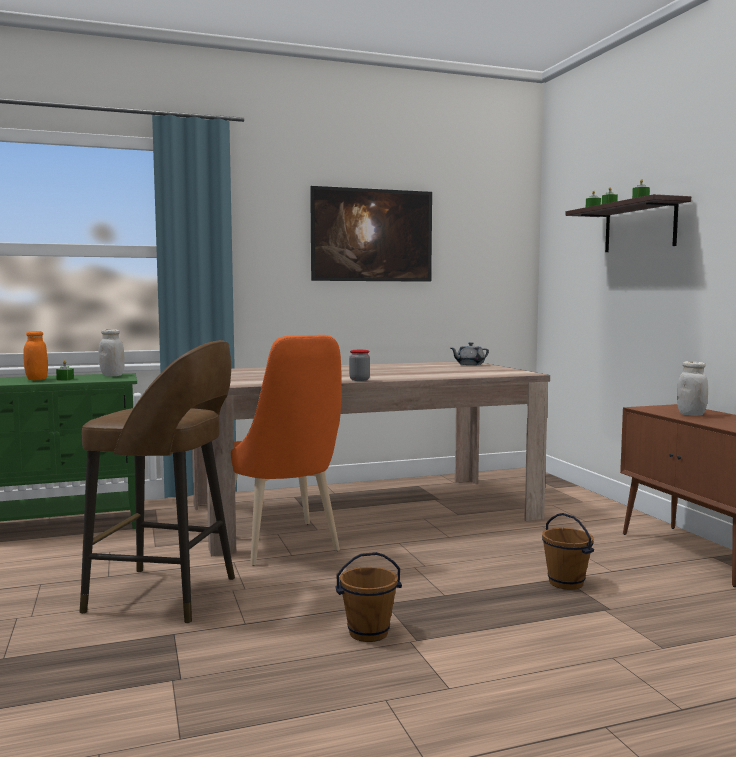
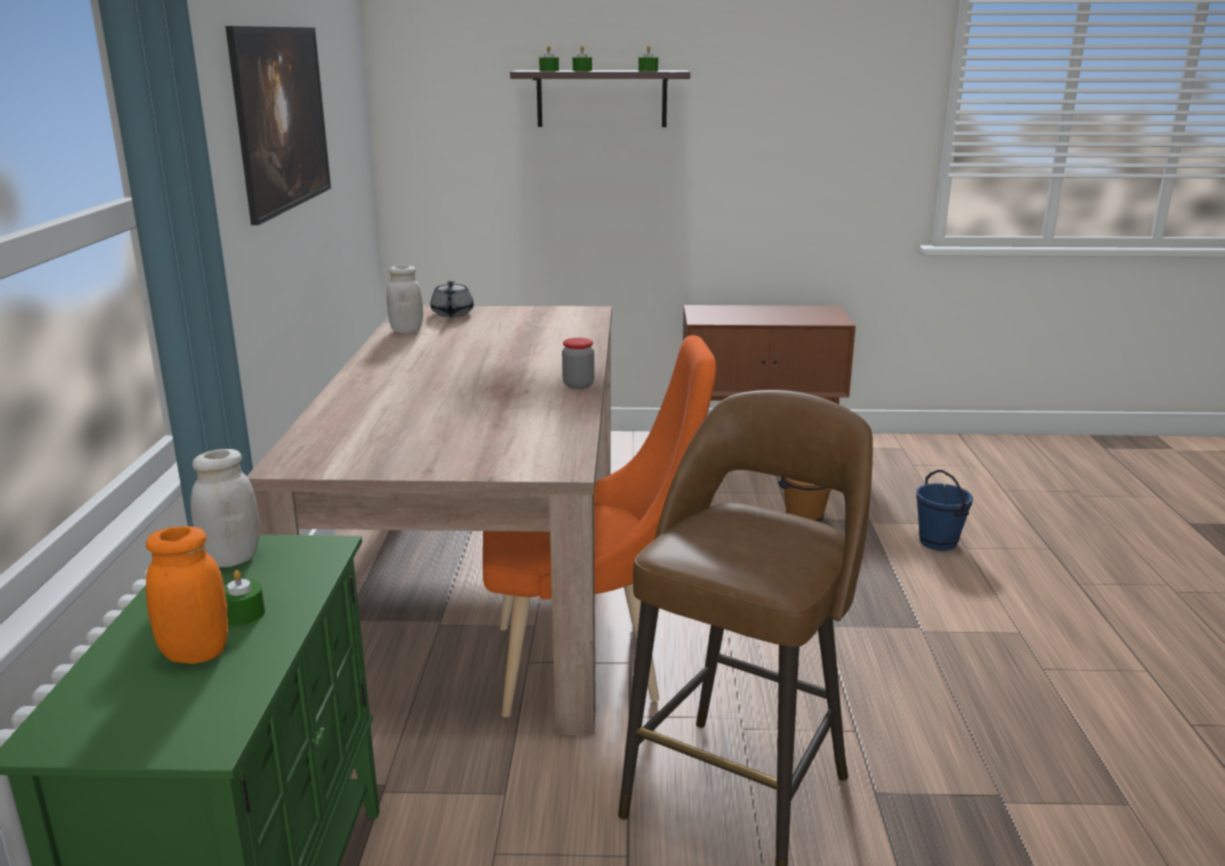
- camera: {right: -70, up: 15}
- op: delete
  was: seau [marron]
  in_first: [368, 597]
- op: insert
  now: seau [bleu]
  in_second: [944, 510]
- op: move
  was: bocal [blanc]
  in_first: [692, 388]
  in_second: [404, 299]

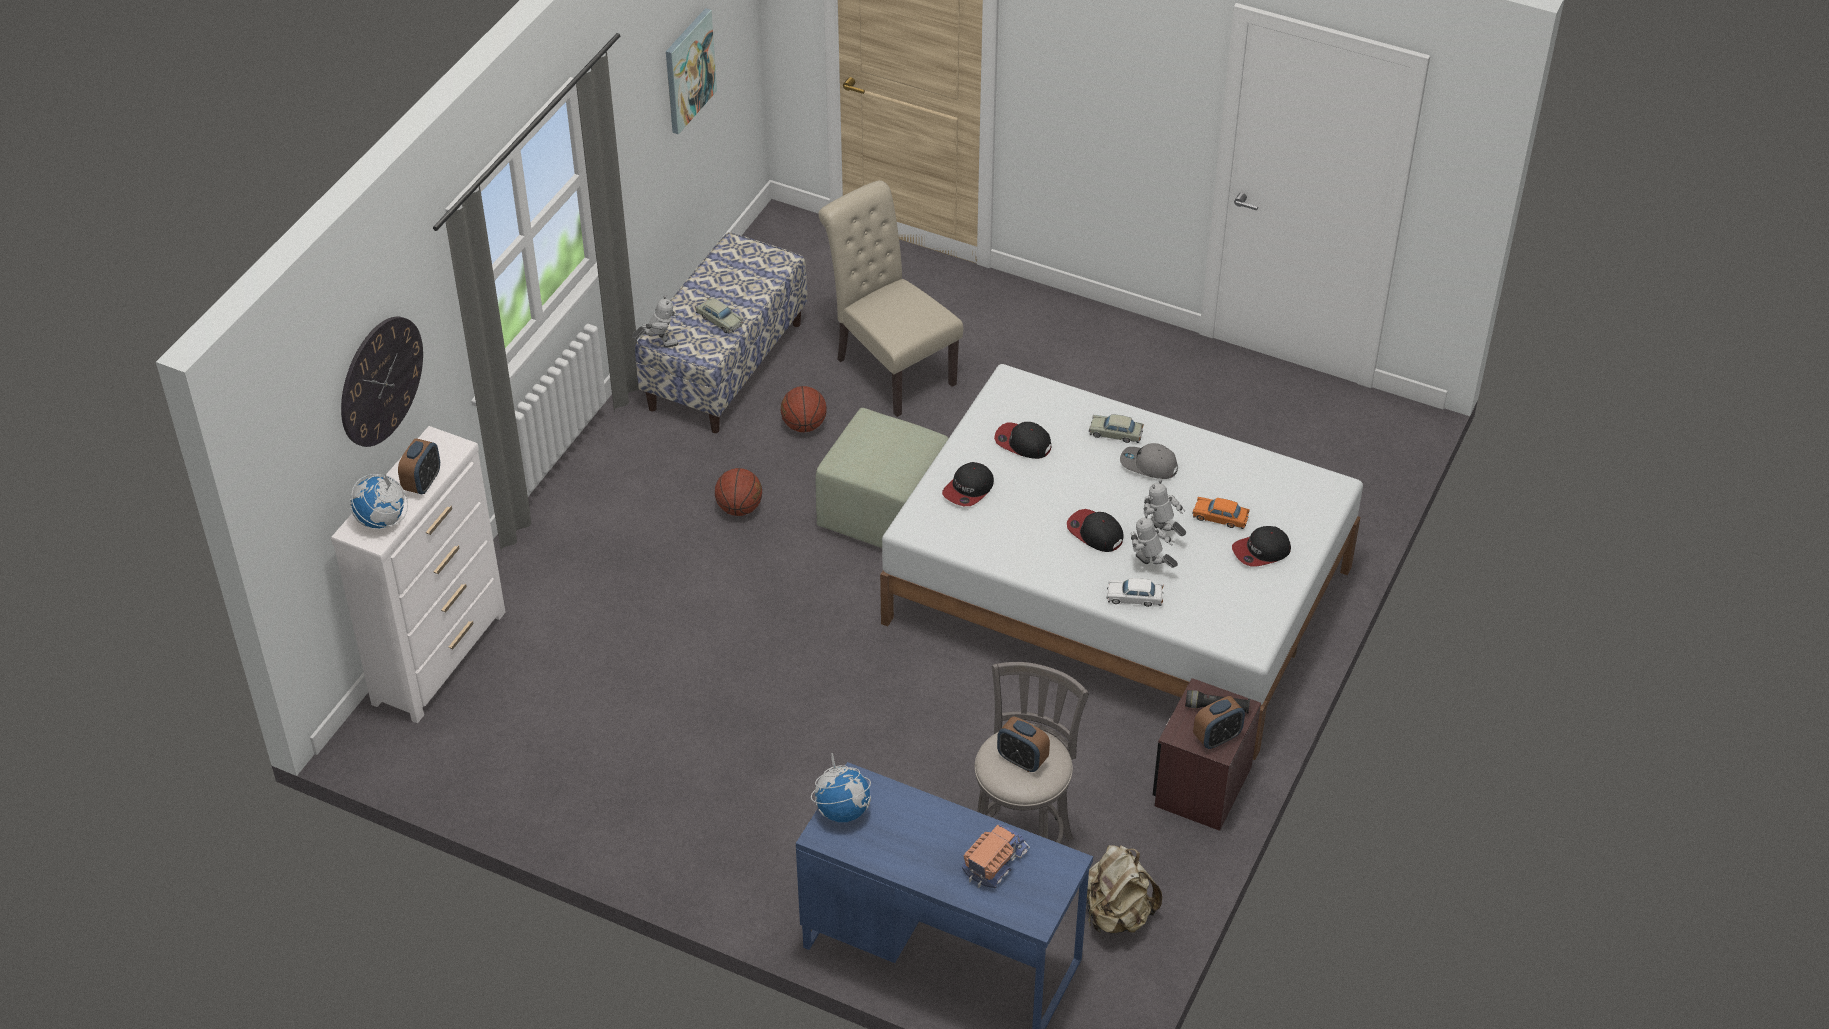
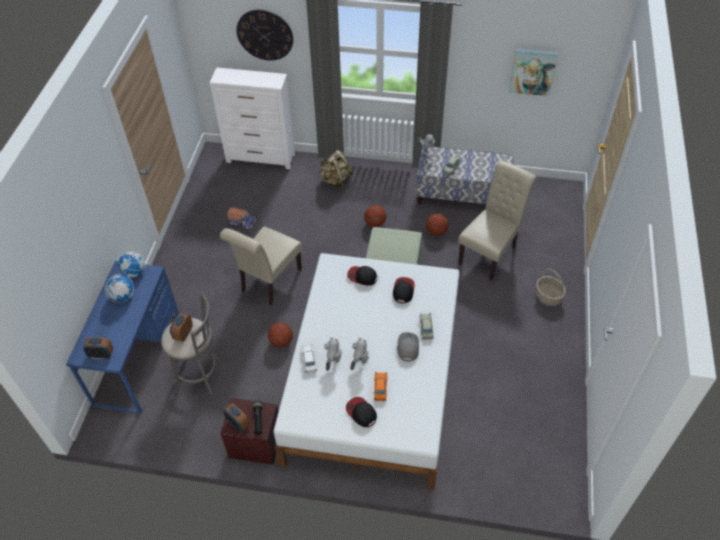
- camera: {right: 75, up: 5}
- op: delete
  was: casquette
  in_first: [1095, 530]
- op: insert
  now: chaise [beige]
  in_second: [261, 265]
- op: insert
  now: ballon de basket
  in_second: [280, 334]
- op: insert
  now: panier
  in_second: [551, 287]
- op: move
  was: globe
  in_first: [379, 500]
  in_second: [119, 288]
- op: move
  was: réveil
  in_first: [419, 466]
  in_second: [98, 348]
- op: move
  was: camion jouet
  in_first: [996, 856]
  in_second: [241, 218]
- op: move
  was: sac à dos [beige]
  in_first: [1124, 889]
  in_second: [335, 169]

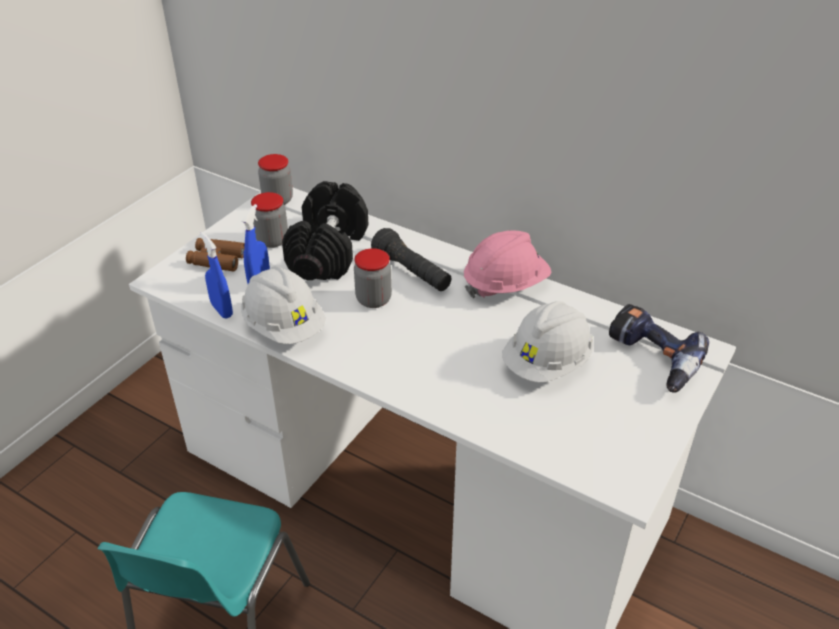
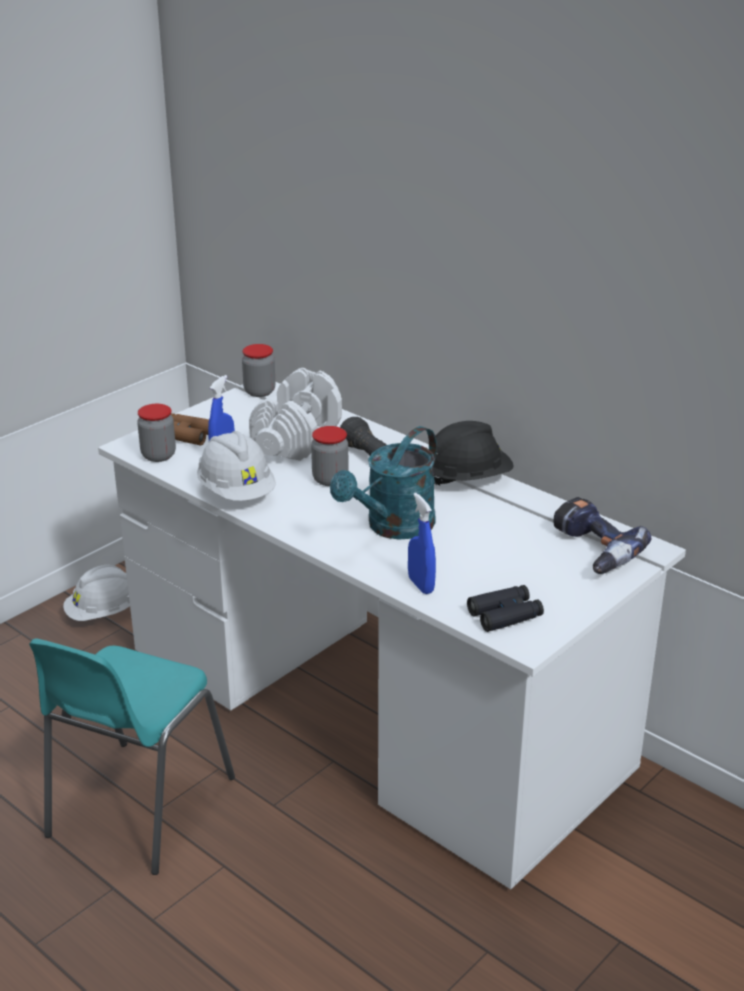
- camera: {right: 10, up: -10}
- op: insert
  now: arrosoir [turquoise]
  in_second: [383, 483]
- op: insert
  now: jumelles [noir]
  in_second: [505, 608]
- op: move
  was: vaporisateur [bleu]
  in_first: [216, 275]
  in_second: [422, 543]
- op: move
  was: bocal
  in_first: [269, 220]
  in_second: [156, 433]
- op: move
  was: casque de chantier [blanc]
  in_first: [548, 342]
  in_second: [96, 593]
- op: recolor
  was: haltère [noir]
  now: haltère [blanc]
  in_first: [325, 230]
  in_second: [295, 414]
- op: recolor
  was: casque de chantier [rose]
  now: casque de chantier [noir]
  in_first: [507, 264]
  in_second: [473, 453]

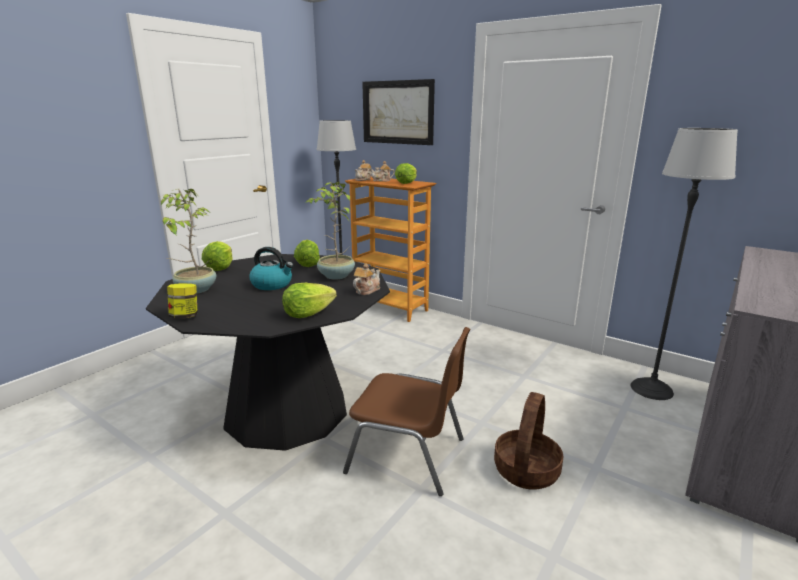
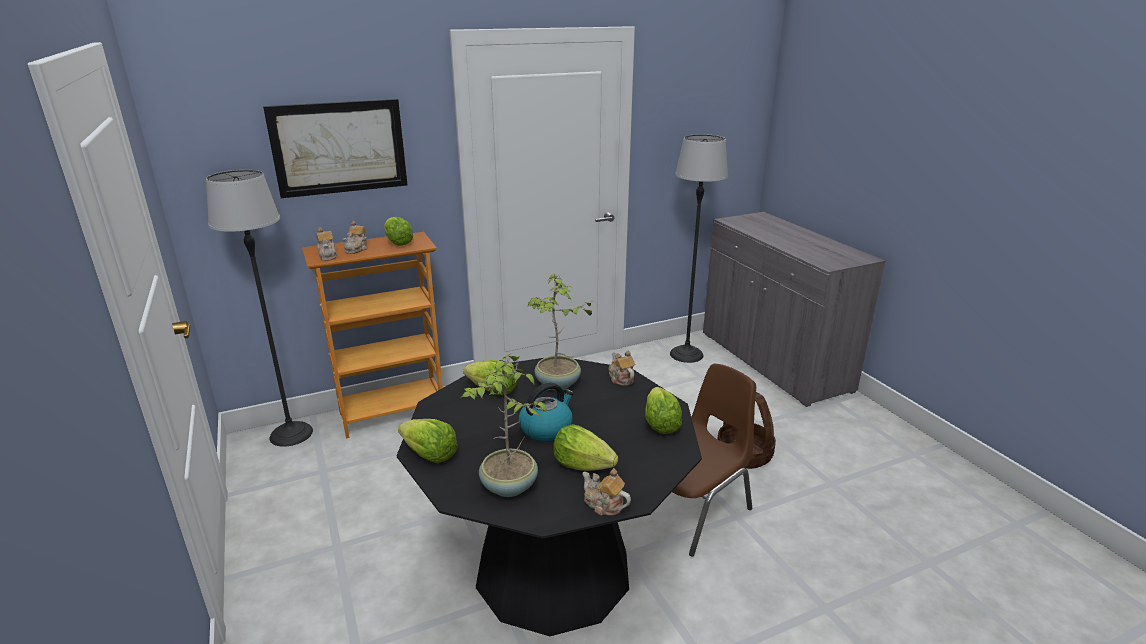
- camera: {right: -60, up: 5}
- op: insert
  now: laitue
  in_second: [585, 447]
- op: replace
  was: bocal
  now: théière
  in_first: [182, 300]
  in_second: [606, 492]

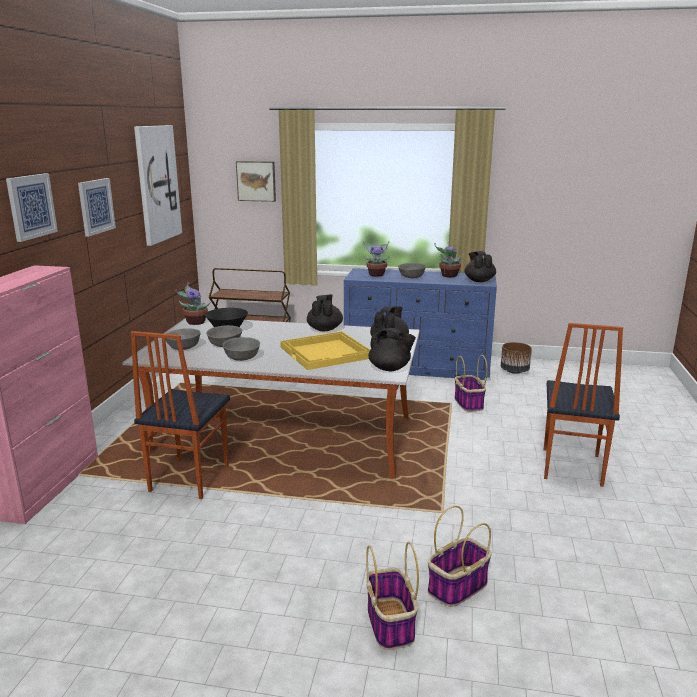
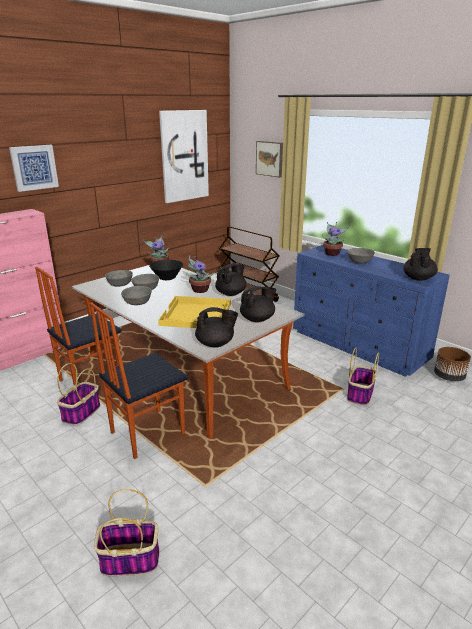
- camera: {right: 35, up: 5}
- op: delete
  was: tableau
  in_first: [97, 207]
- op: move
  was: panier
  in_first: [392, 596]
  in_second: [78, 394]
- op: move
  was: plante en pot
  in_first: [447, 260]
  in_second: [200, 274]
- op: move
  was: chaise
  in_first: [583, 405]
  in_second: [139, 380]
- op: rotate
  was: théière [noir]
  in_first: [392, 349]
  in_second: [216, 327]
  clockwise: -60

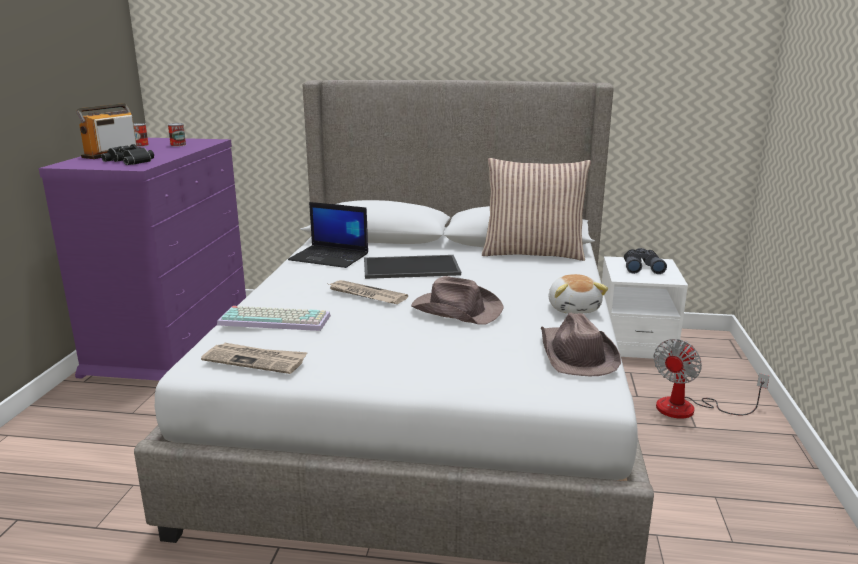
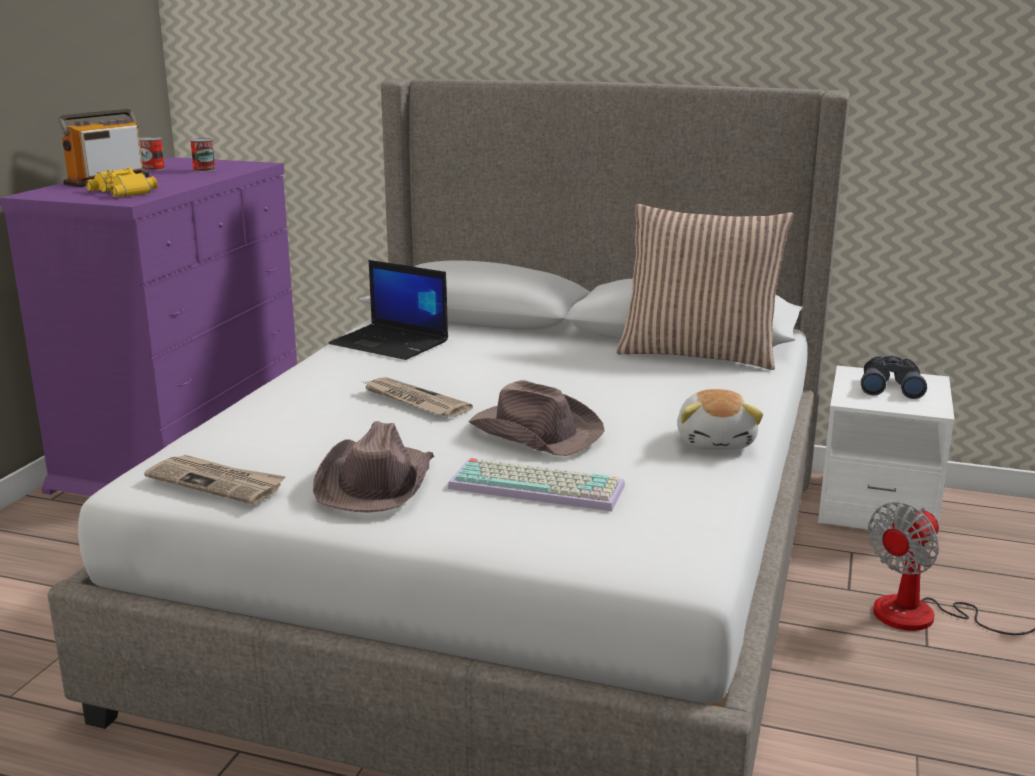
- camera: {right: 10, up: 0}
- op: delete
  was: plateau
  in_first: [412, 267]
- op: move
  was: clavier
  in_first: [274, 318]
  in_second: [536, 484]
- op: move
  was: chapeau [marron]
  in_first: [581, 344]
  in_second: [373, 467]
- op: recolor
  was: jumelles [noir]
  now: jumelles [jaune]
  in_first: [127, 154]
  in_second: [121, 182]

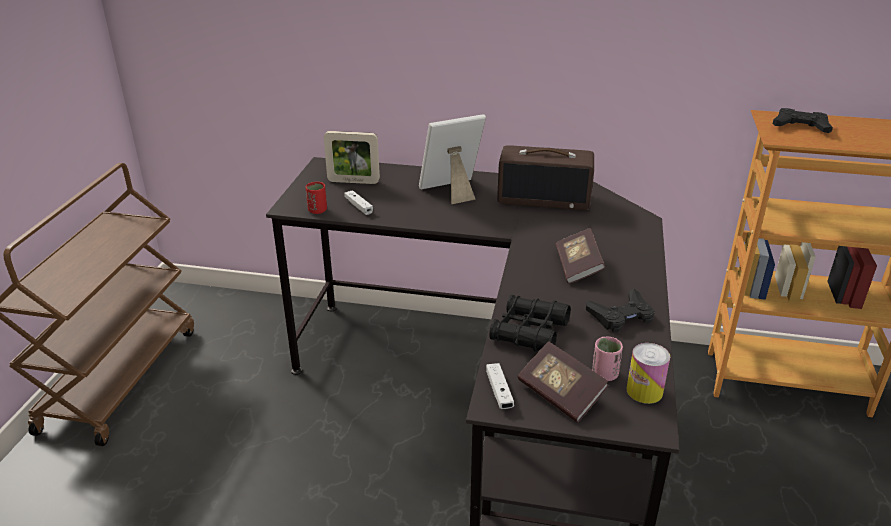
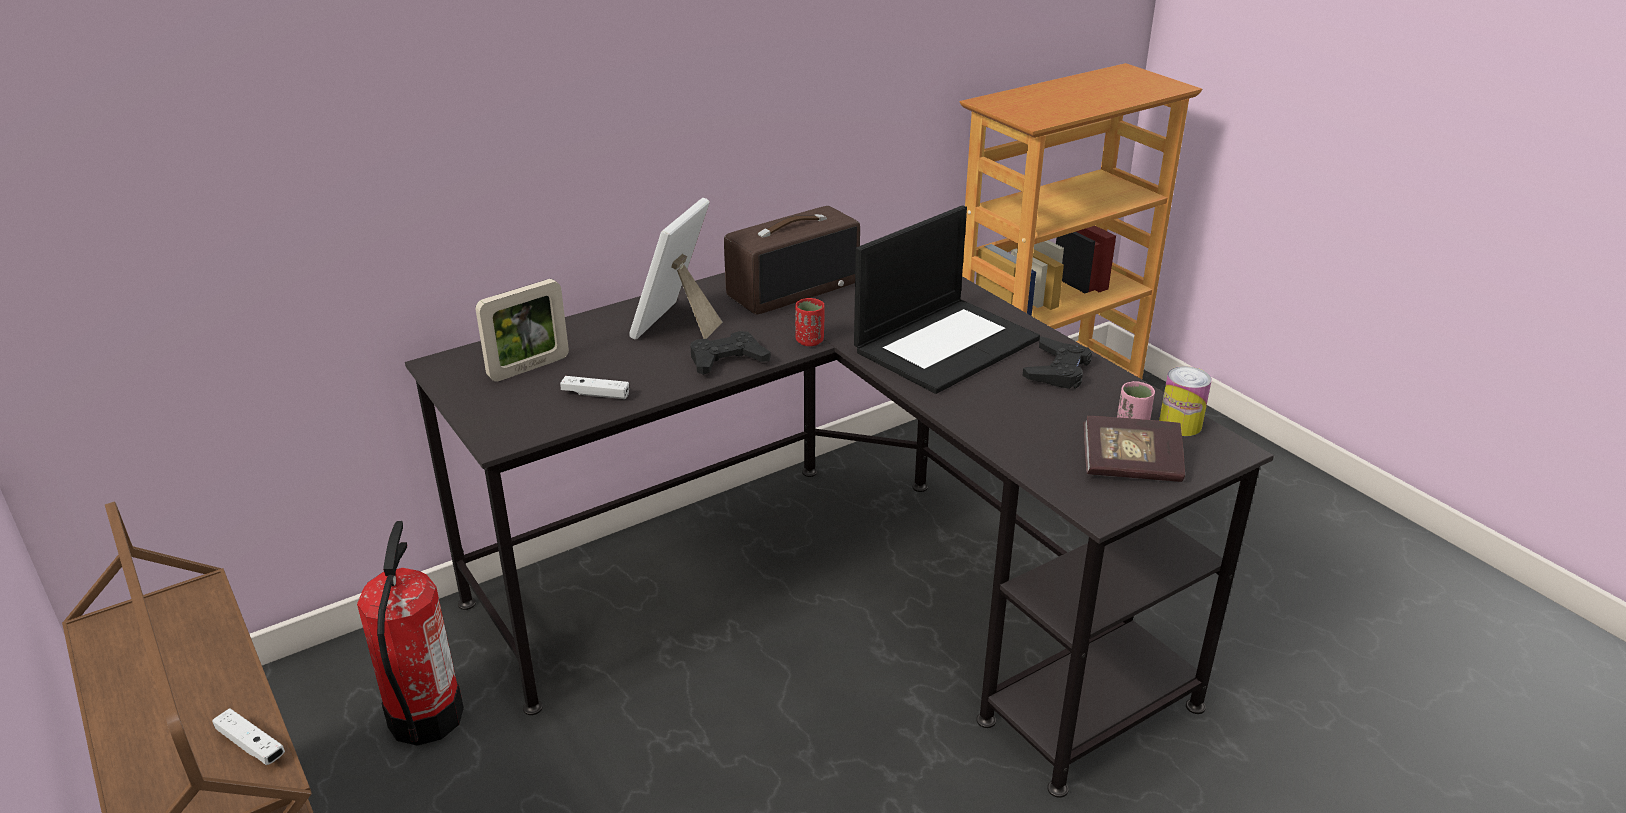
- camera: {right: -45, up: 0}
- op: delete
  was: jumelles [noir]
  in_first: [530, 323]
- op: insert
  now: extincteur
  in_second: [410, 633]
- op: move
  was: tasse [rouge]
  in_first: [316, 198]
  in_second: [810, 322]
- op: move
  was: manette [blanc]
  in_first: [500, 386]
  in_second: [248, 736]
- op: move
  was: manette [noir]
  in_first: [803, 120]
  in_second: [730, 353]
- op: replace
  was: livre
  now: ordinateur portable
  in_first: [580, 256]
  in_second: [947, 299]

